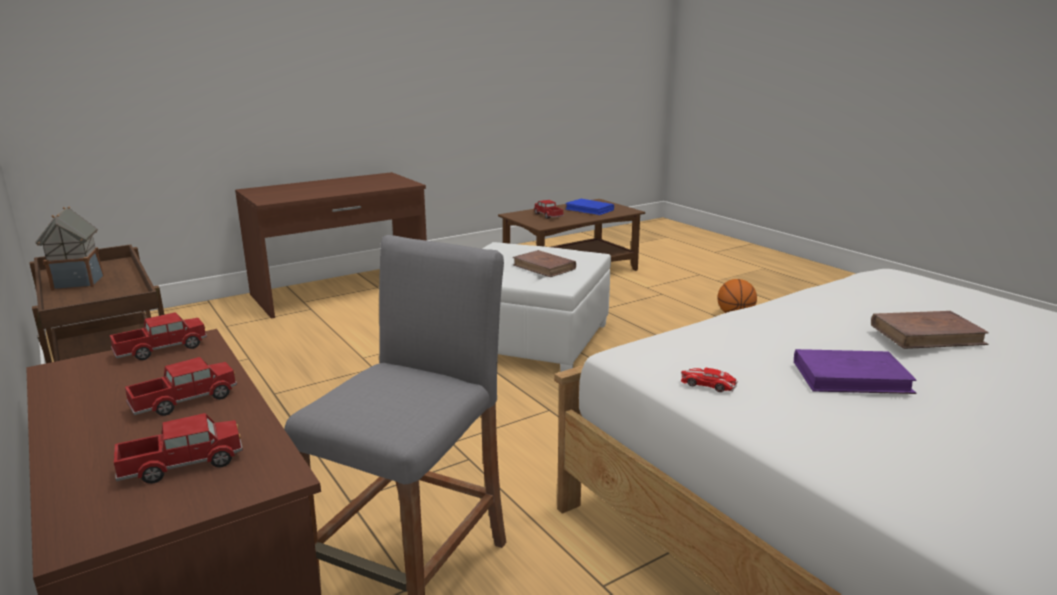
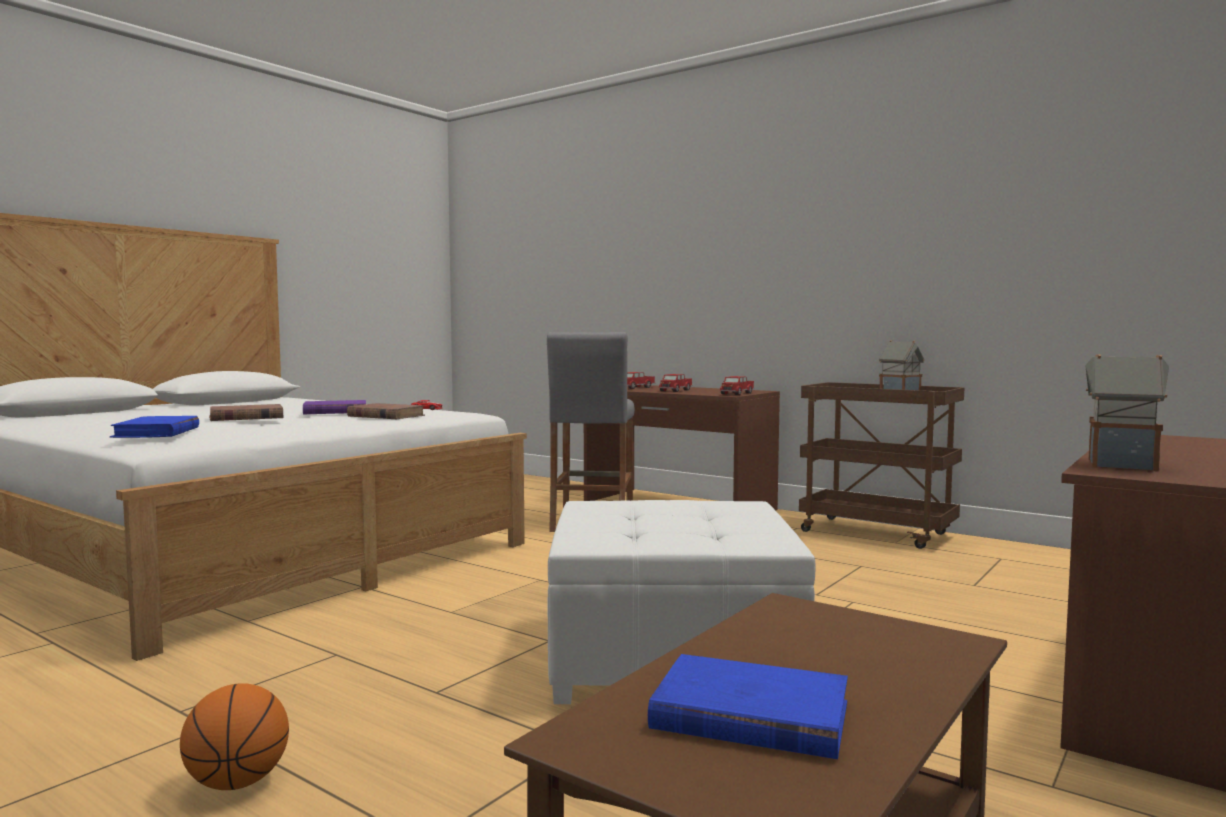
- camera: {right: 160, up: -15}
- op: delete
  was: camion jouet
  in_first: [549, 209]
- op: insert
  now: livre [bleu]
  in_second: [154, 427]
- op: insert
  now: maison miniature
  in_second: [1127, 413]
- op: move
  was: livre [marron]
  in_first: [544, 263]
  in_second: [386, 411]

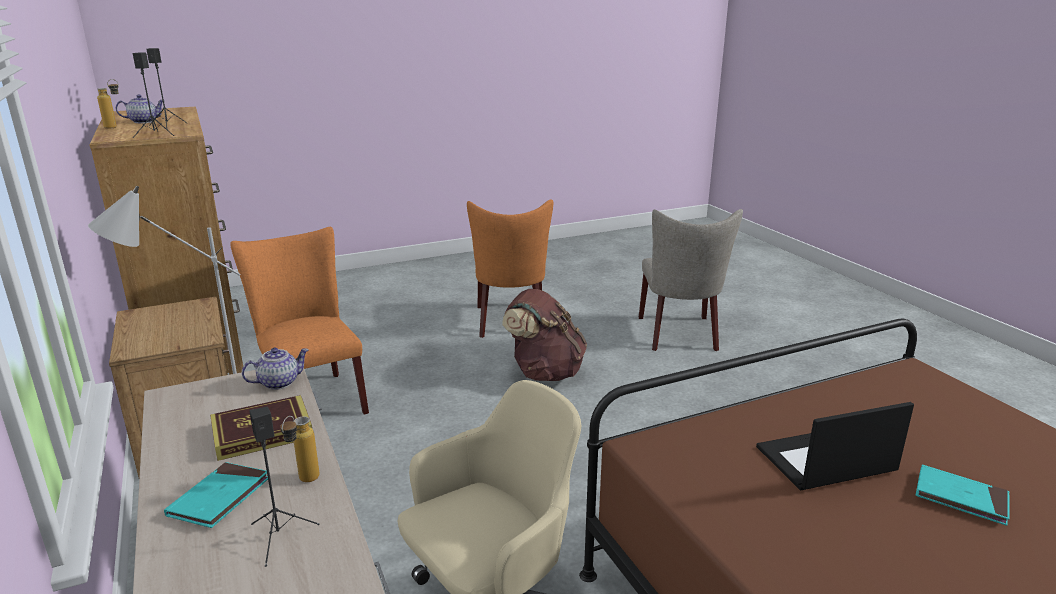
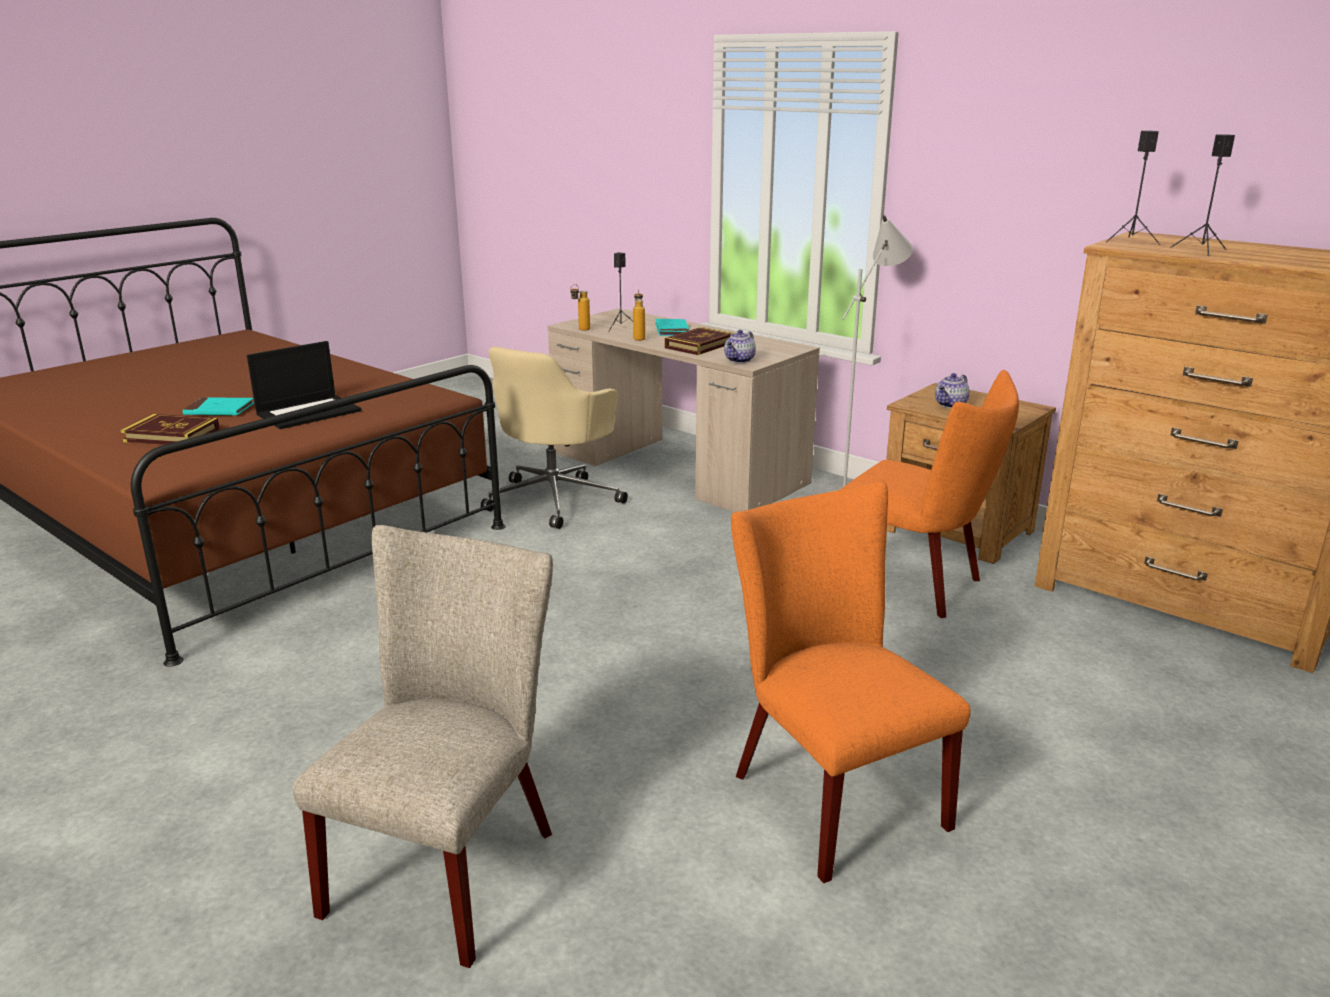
- camera: {right: 155, up: 0}
- op: delete
  was: sac à dos [marron]
  in_first: [544, 335]
- op: insert
  now: livre
  in_second: [170, 429]
- op: move
  was: bouteille
  in_first: [108, 104]
  in_second: [580, 307]
- op: move
  was: théière
  in_first: [140, 108]
  in_second: [952, 390]
- op: rotate
  was: chaise [beige]
  in_first: [691, 280]
  in_second: [423, 746]
  clockwise: 45

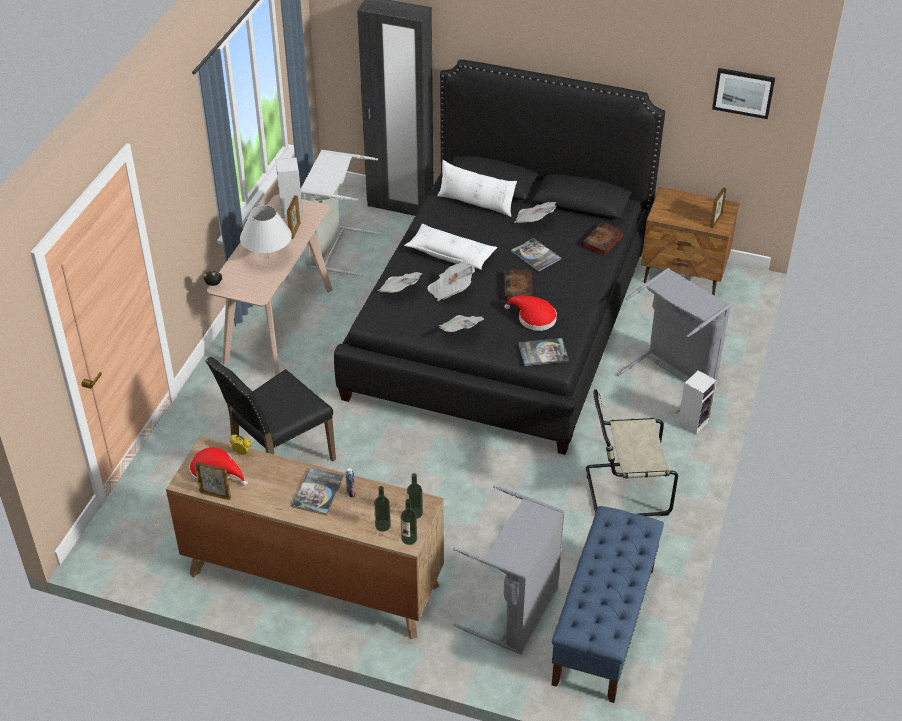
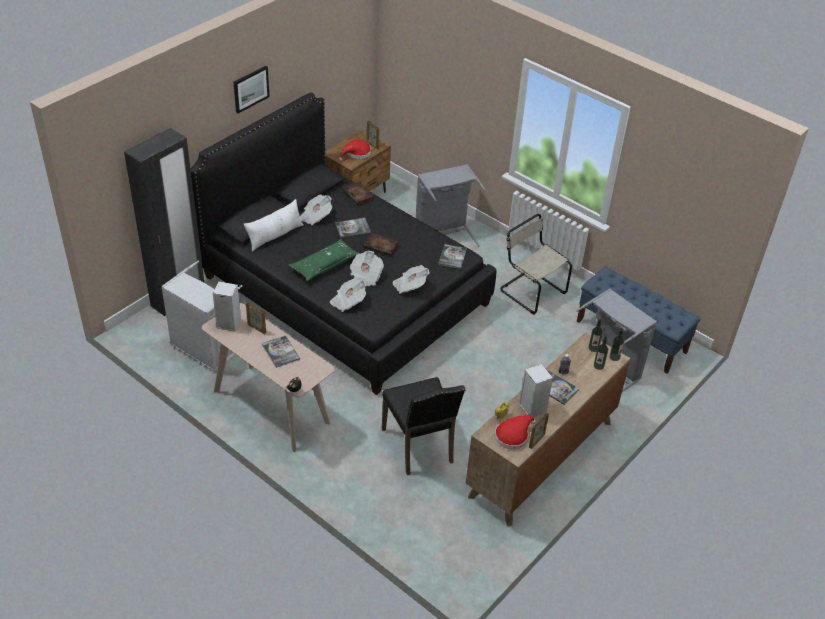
- camera: {right: -70, up: 0}
- op: move
  was: chapeau [rouge]
  in_first: [530, 313]
  in_second: [355, 150]
- op: move
  was: enceinte
  in_first: [697, 402]
  in_second: [536, 390]
- op: move
  was: tableau
  in_first: [743, 93]
  in_second: [252, 89]
- op: replace
  was: lampe de table [blanc]
  now: livre
  in_first: [266, 232]
  in_second: [281, 352]
- op: recolor
  was: coussin [blanc]
  now: coussin [vert]
  in_first: [450, 247]
  in_second: [324, 260]
- op: rotate
  was: chaise [beige]
  in_first: [632, 452]
  in_second: [536, 264]
  clockwise: 120

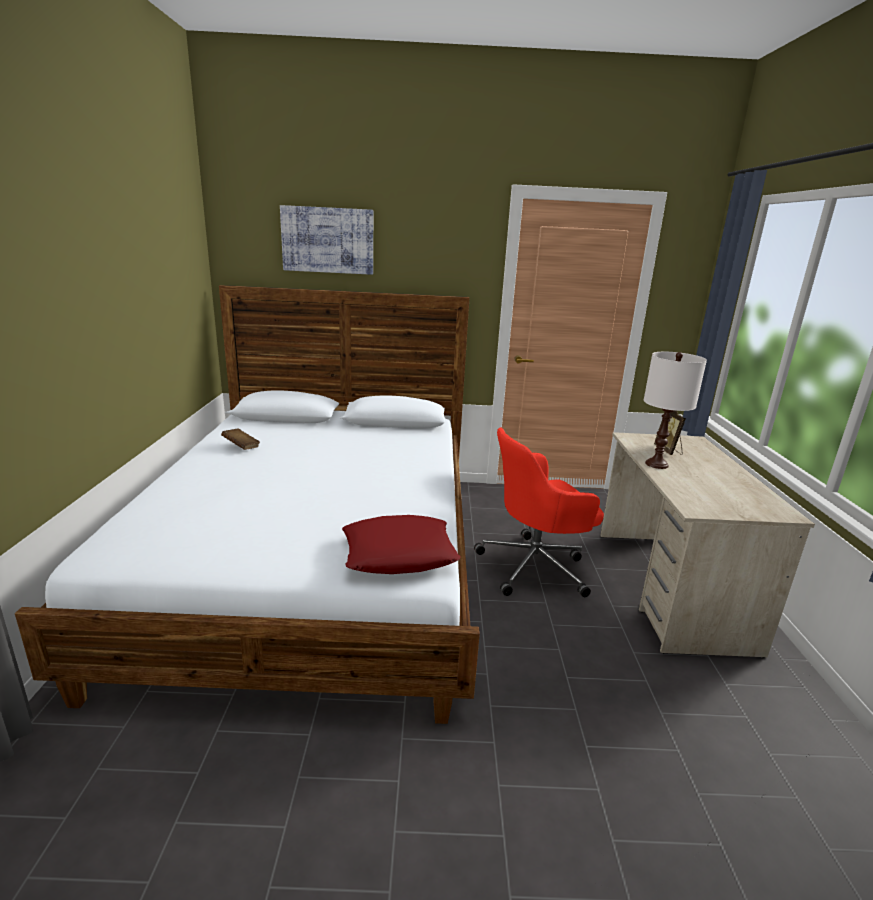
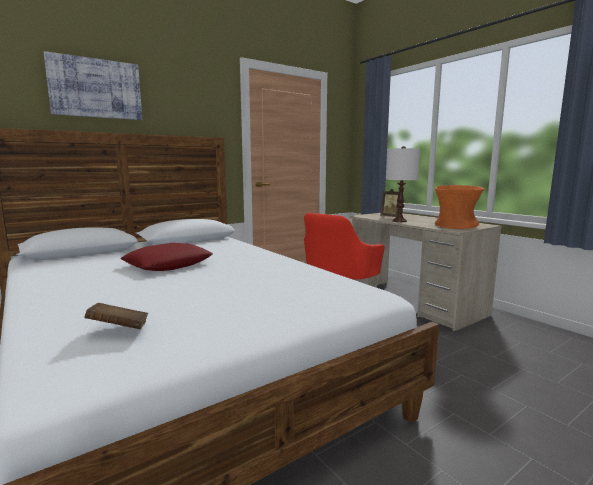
- camera: {right: -35, up: -10}
- op: insert
  now: vase [orange]
  in_second: [459, 207]
- op: move
  was: livre [marron]
  in_first: [240, 439]
  in_second: [116, 316]
- op: move
  was: coussin [rouge]
  in_first: [401, 544]
  in_second: [166, 257]

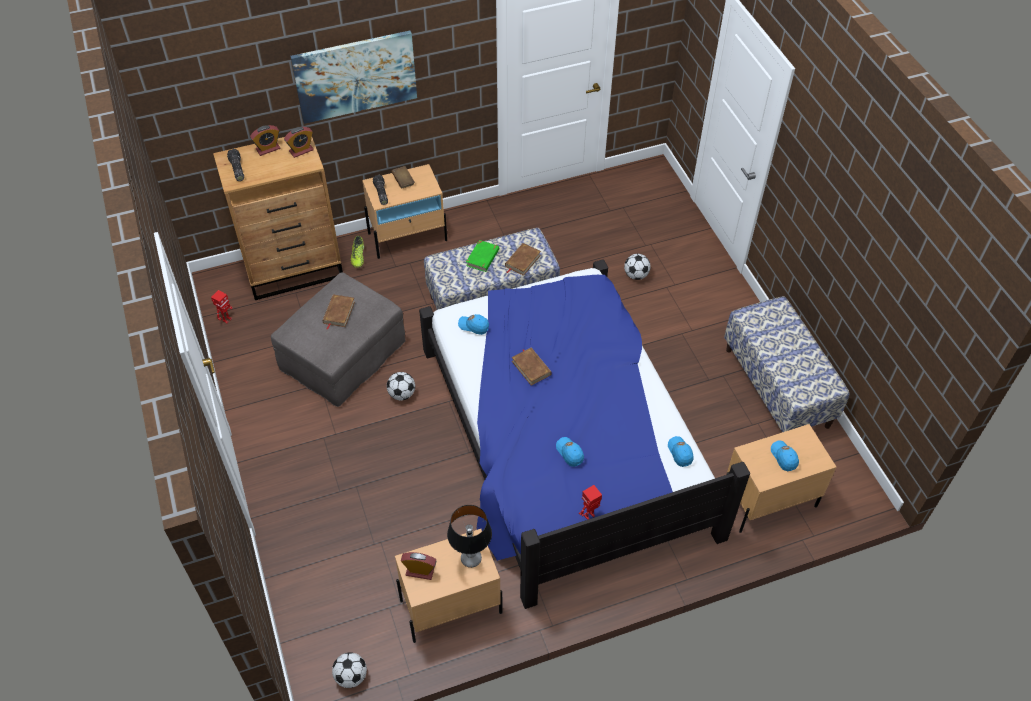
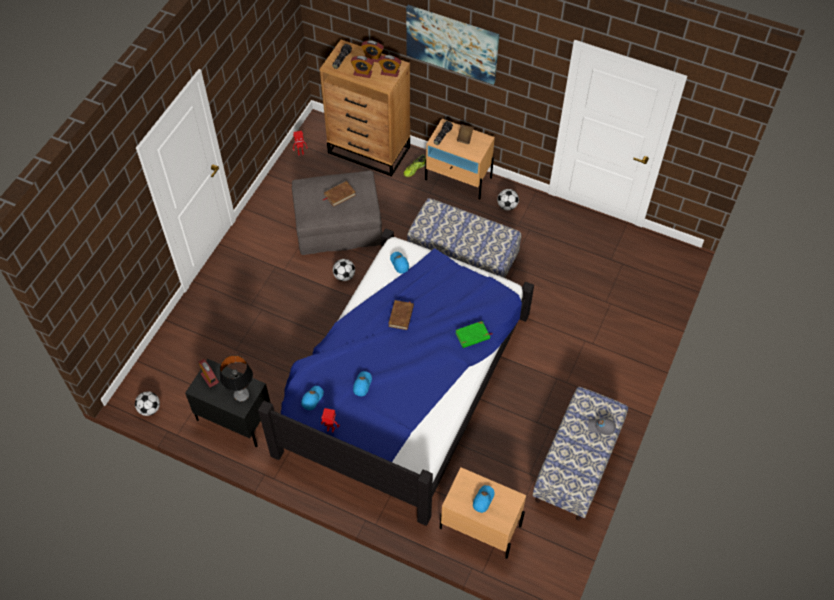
- camera: {right: 45, up: 5}
- op: delete
  was: livre [marron]
  in_first: [523, 259]
- op: insert
  now: réveil
  in_second: [362, 67]
- op: insert
  now: casquette [gris]
  in_second: [602, 426]
- op: move
  was: livre [vert]
  in_first: [482, 256]
  in_second: [474, 334]
- op: move
  was: ballon de foot
  in_first: [637, 267]
  in_second: [508, 199]
- op: move
  was: casquette [bleu]
  in_first: [681, 451]
  in_second: [312, 398]
- op: recolor
  was: table de chevet [beige]
  now: table de chevet [noir]
  in_first: [449, 586]
  in_second: [228, 403]

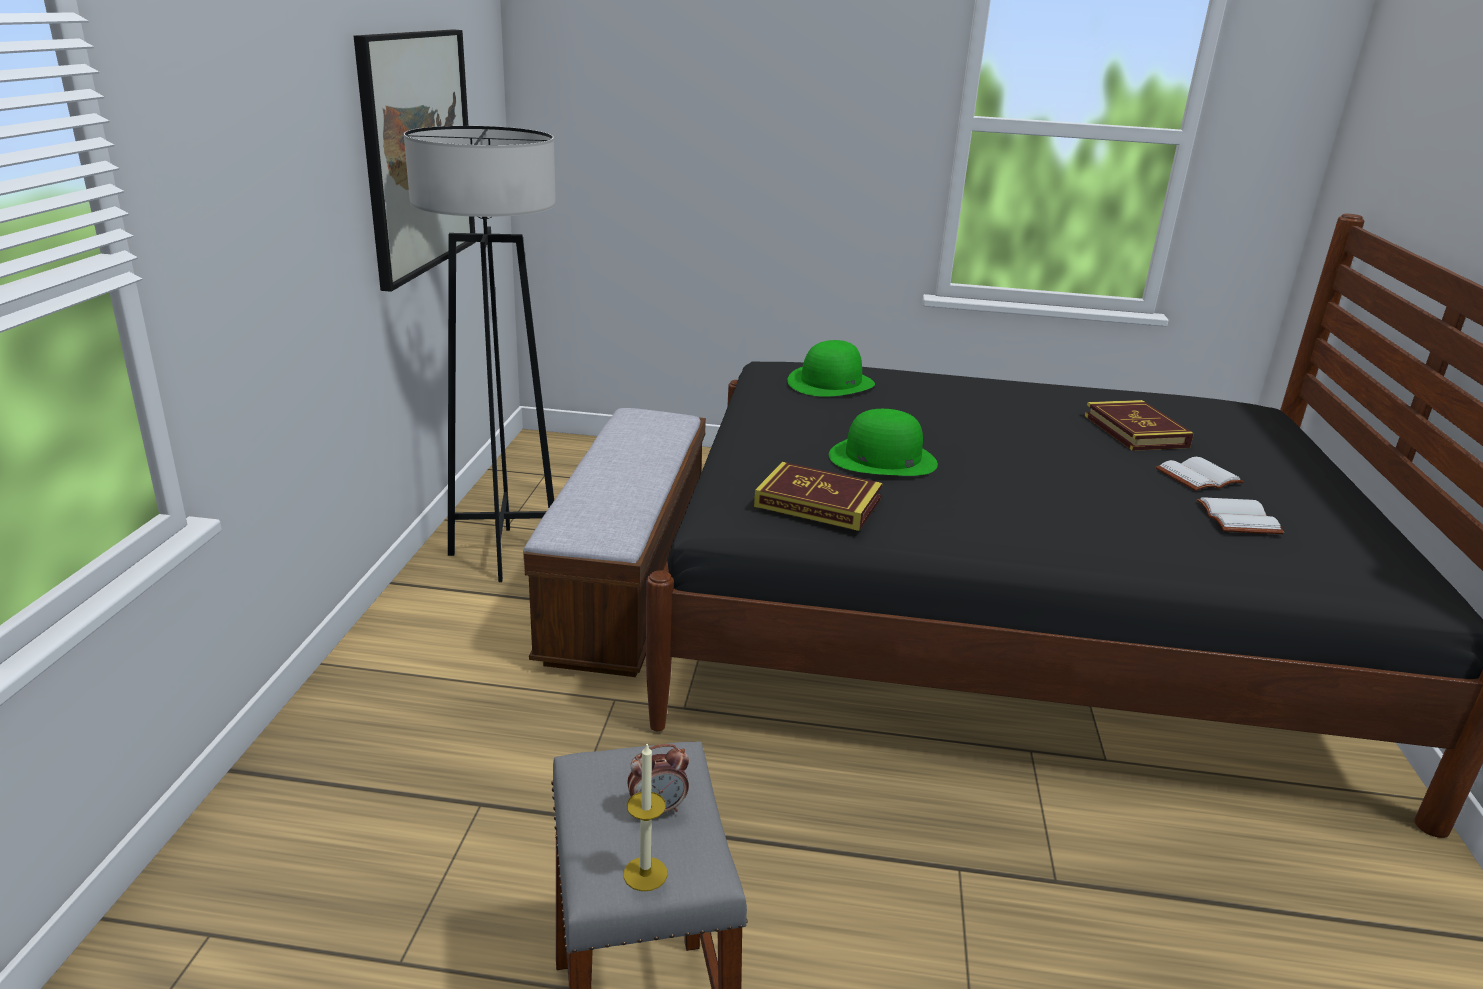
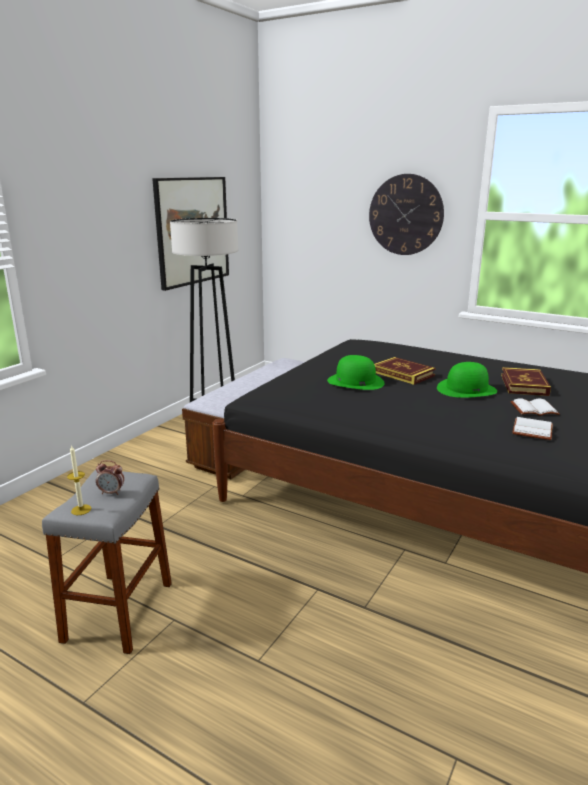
- camera: {right: 25, up: -5}
- op: insert
  now: horloge murale
  in_second: [406, 214]
- op: move
  was: livre
  in_first: [818, 496]
  in_second: [405, 371]
- op: move
  was: chapeau [vert]
  in_first: [831, 368]
  in_second: [467, 380]

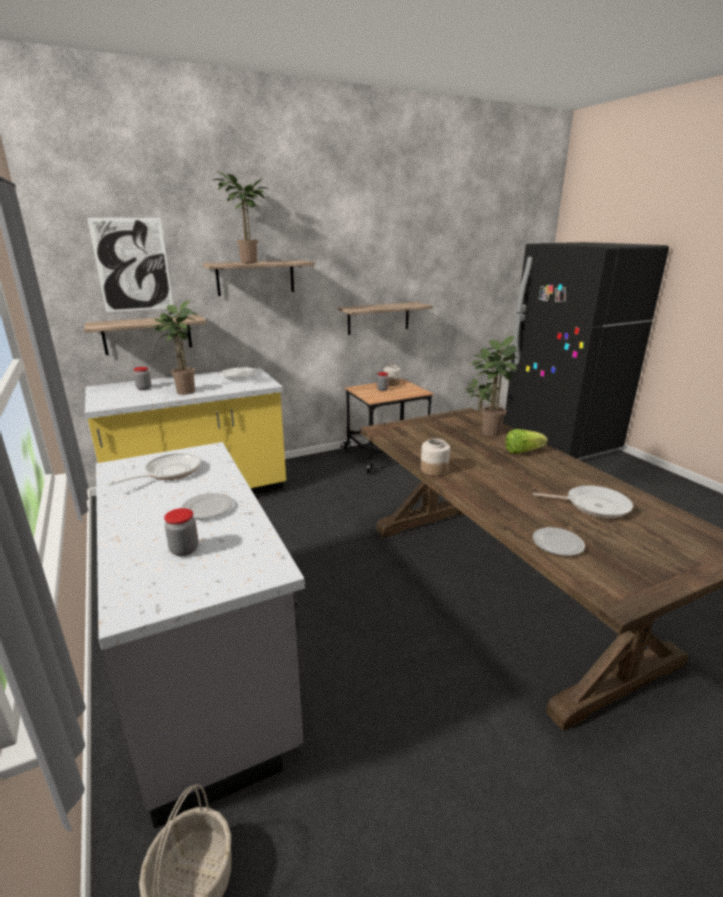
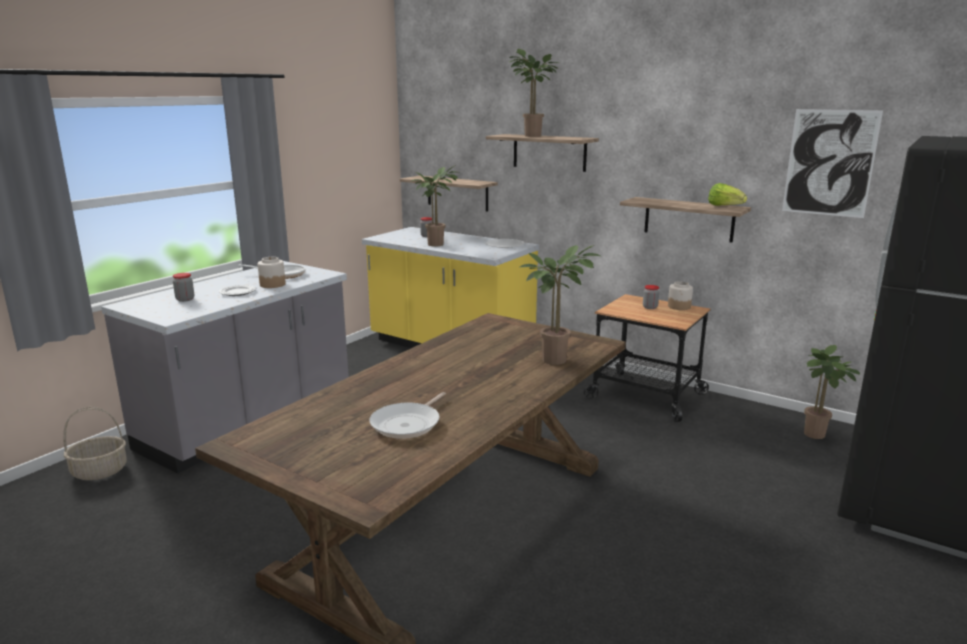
- camera: {right: 60, up: -5}
- op: delete
  was: assiette
  in_first: [559, 541]
- op: move
  was: tableau
  in_first: [130, 265]
  in_second: [832, 163]
- op: move
  was: bocal
  in_first: [435, 457]
  in_second: [272, 272]
- op: move
  was: laitue
  in_first: [526, 441]
  in_second: [727, 194]
- op: rotate
  was: poêle
  in_first: [583, 501]
  in_second: [408, 415]
  clockwise: 45

